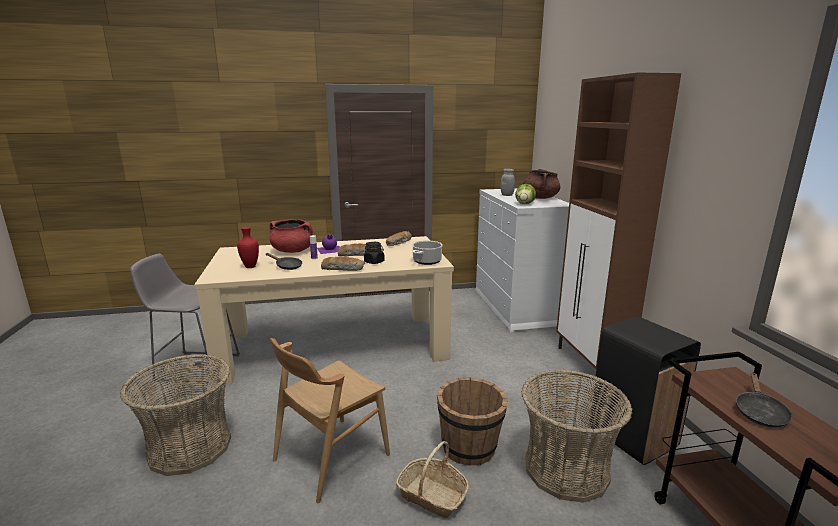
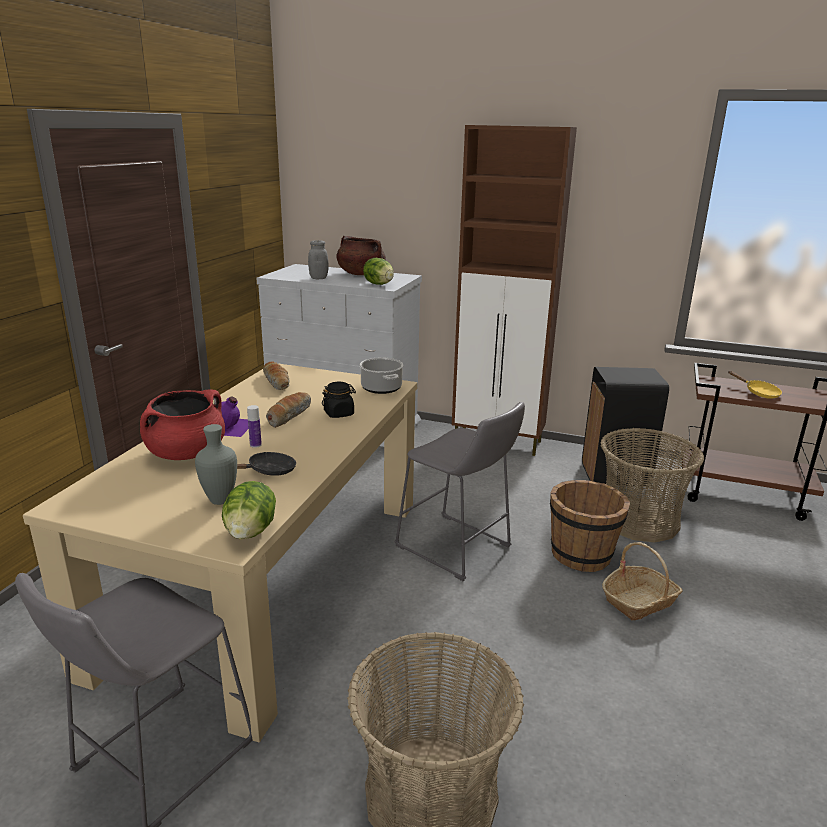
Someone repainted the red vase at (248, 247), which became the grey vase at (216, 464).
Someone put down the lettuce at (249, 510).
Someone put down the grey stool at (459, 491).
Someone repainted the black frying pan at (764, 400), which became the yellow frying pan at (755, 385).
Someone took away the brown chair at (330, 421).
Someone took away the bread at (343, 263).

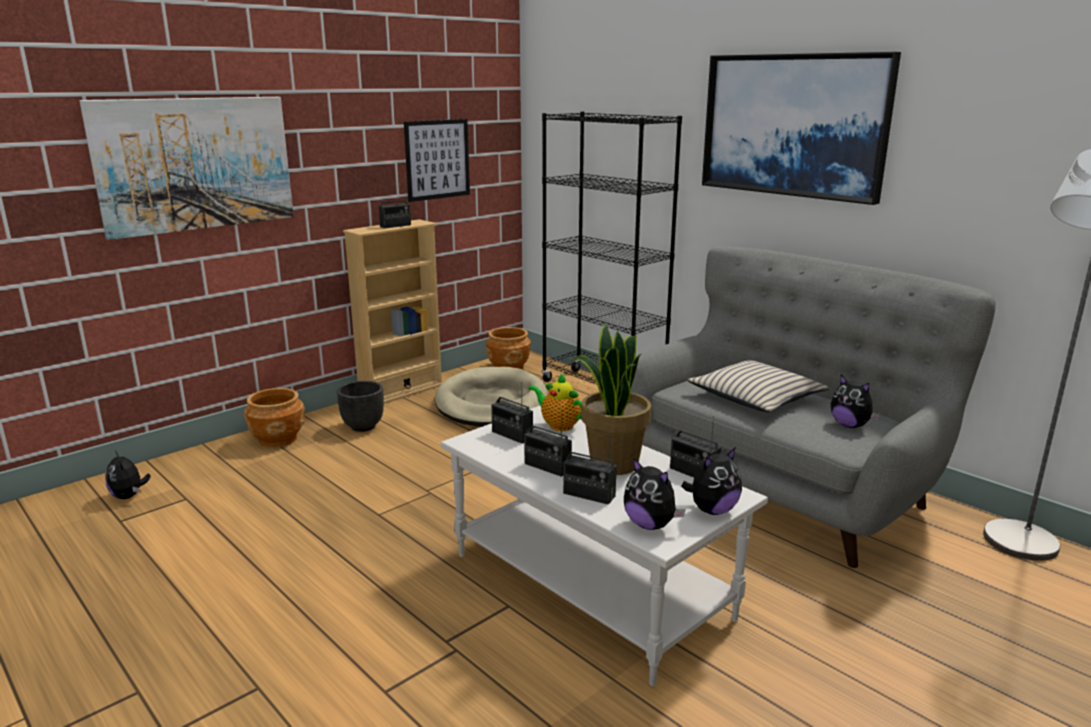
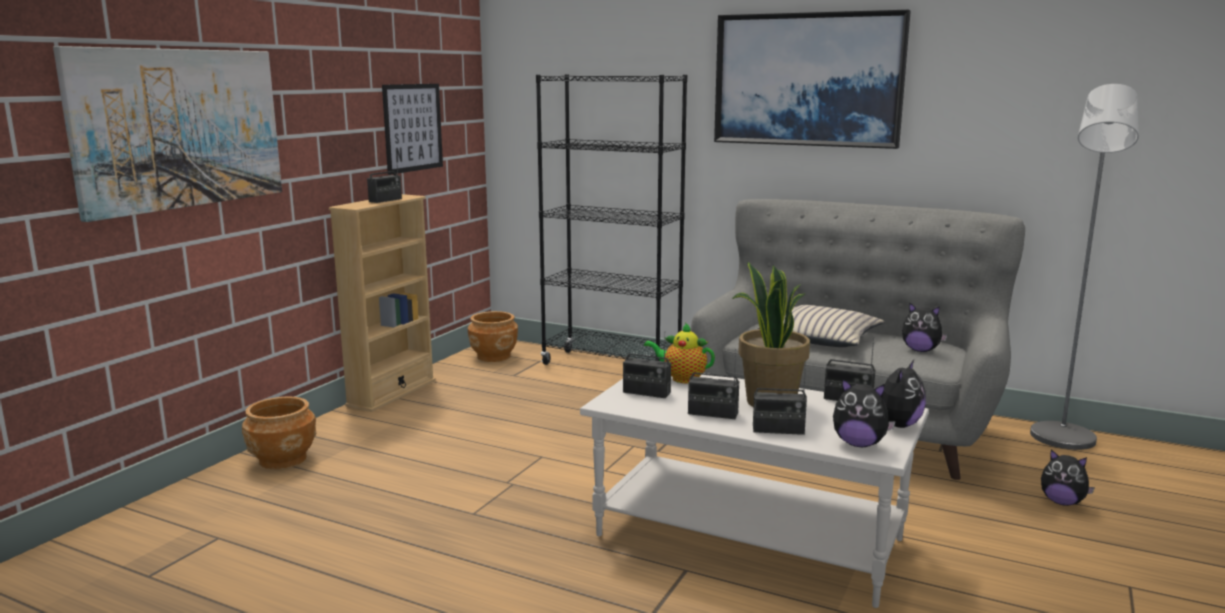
Someone carried the plush toy from (128, 474) to (1068, 477).
Someone took away the black planter at (360, 406).
Someone took away the beige dog bed at (491, 397).

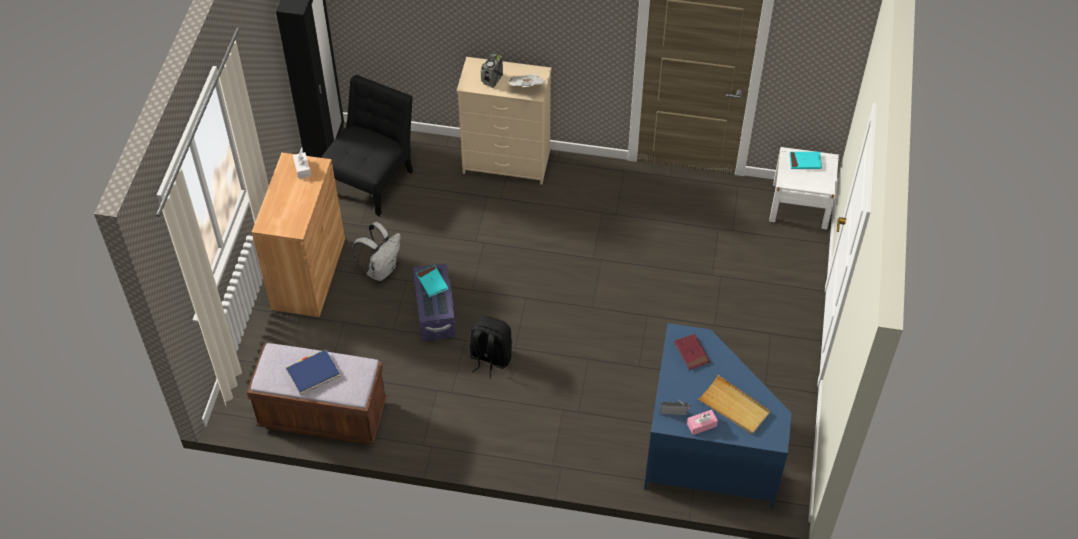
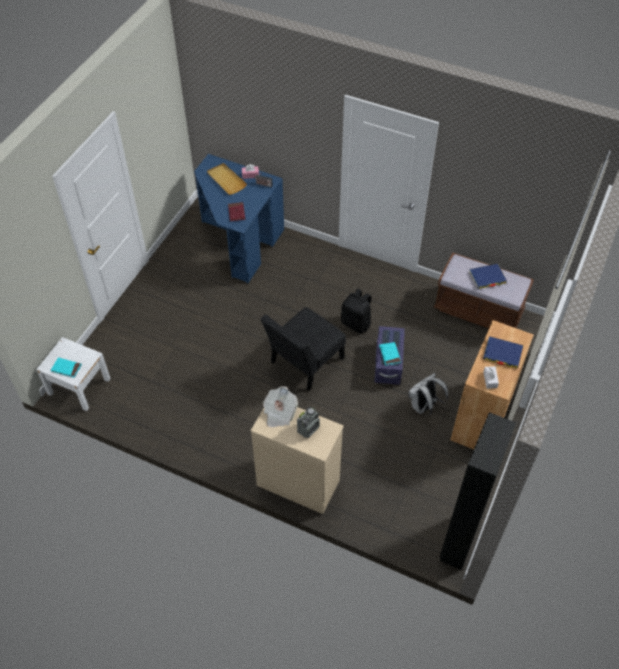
Someone carried the black chair from (367, 145) to (303, 349).
Someone put down the blue book at (503, 352).

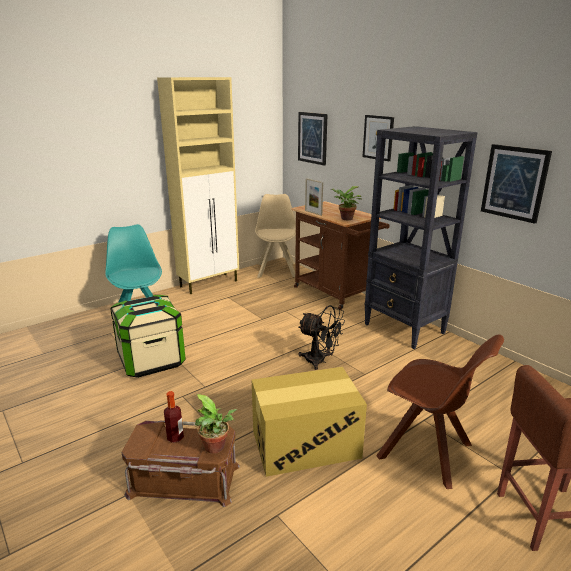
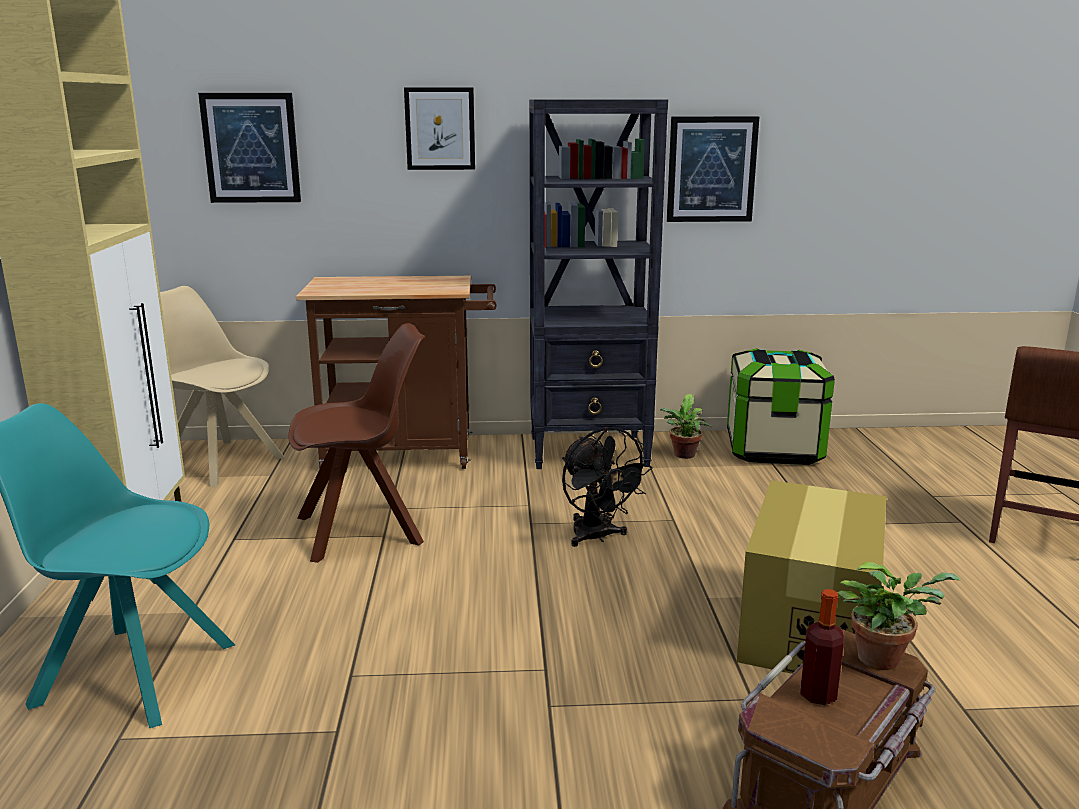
Someone carried the brown chair from (440, 412) to (357, 443).
Someone rotated the black fan at (321, 337) by 90 degrees clockwise.
Someone carried the potted plant from (347, 203) to (686, 426).
Someone carried the storage box from (148, 336) to (781, 406).
Someone took away the picture frame at (314, 197).

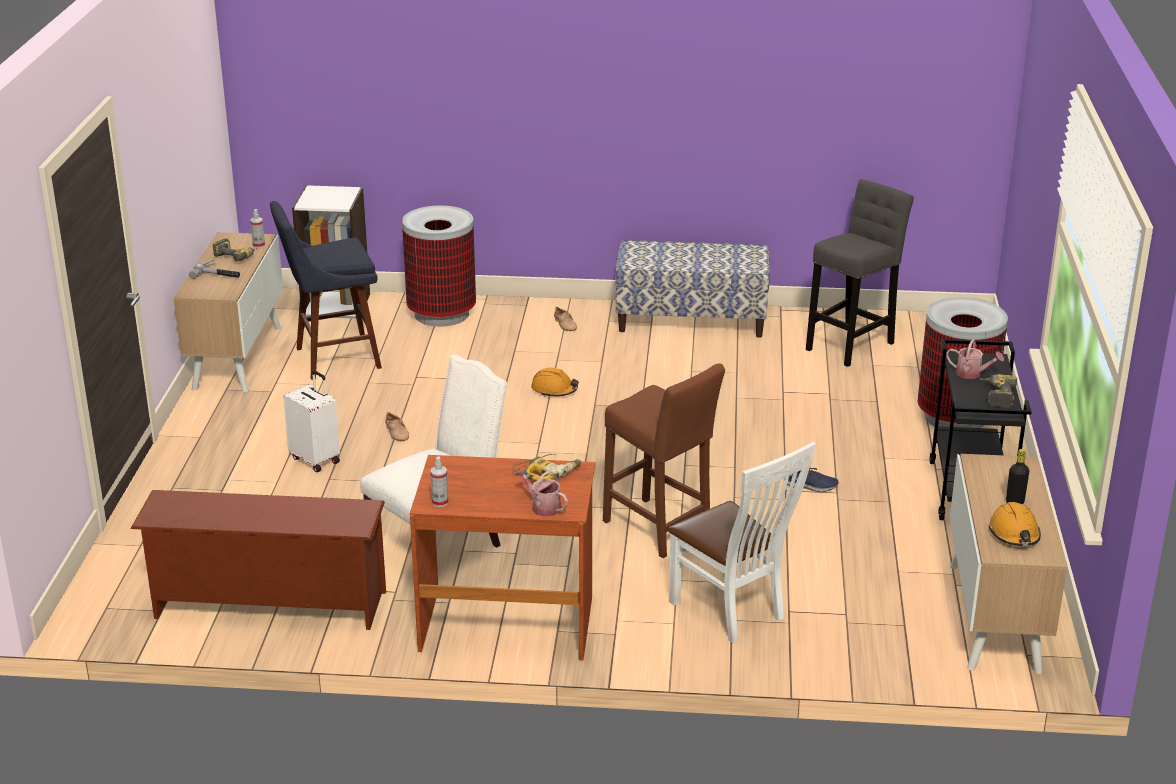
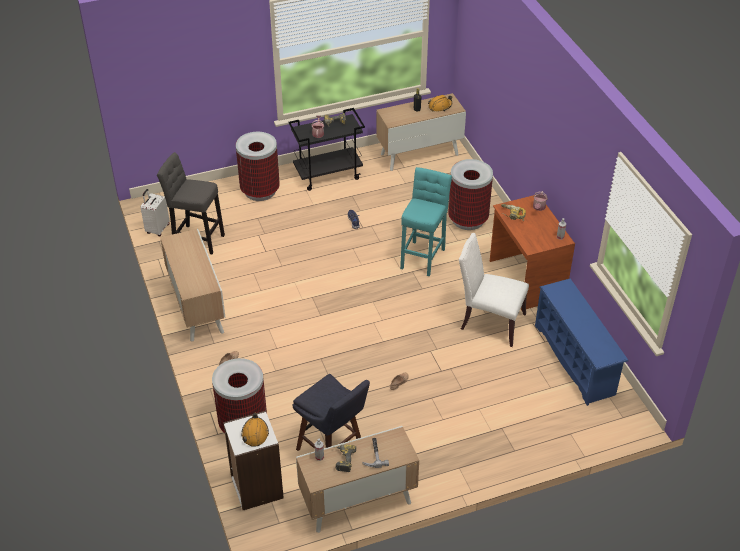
Someone carried the white suitcase from (311, 421) to (155, 212).
Someone swapped the bench at (692, 289) for the cabinet at (193, 285).
Someone carried the orange hard hat from (555, 382) to (255, 429).
Someone repainted the brown stool at (664, 460), which became the turquoise stool at (426, 221).
Someone swapped the white chair at (741, 542) for the trash can at (470, 194).
Someone repainted the brown shoe rack at (258, 560), which became the blue shoe rack at (581, 342).

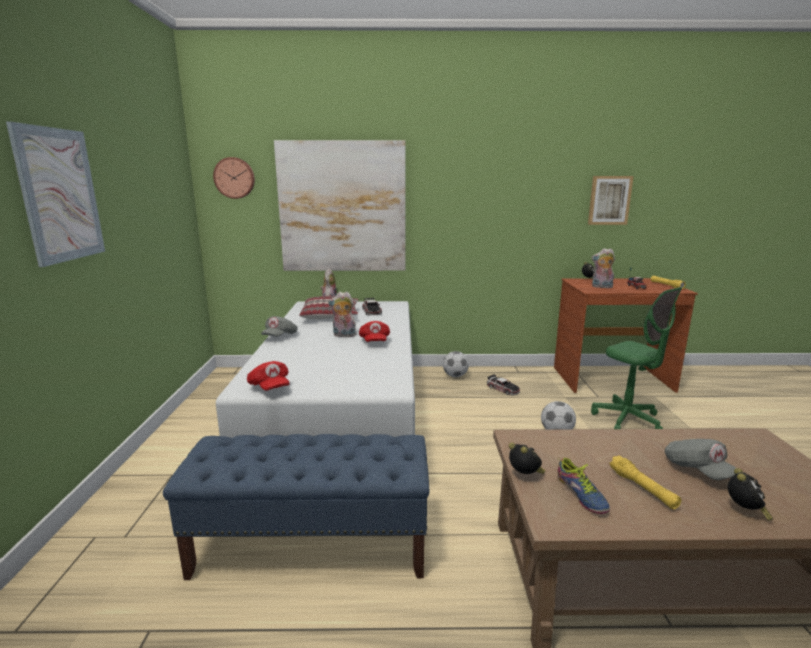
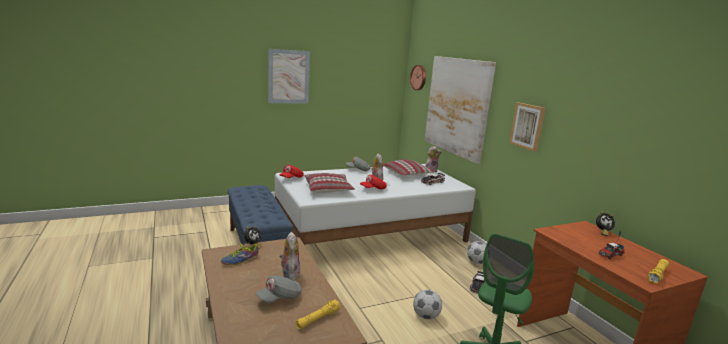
Someone carried the plush toy from (603, 268) to (290, 256).
Someone carried the yellow flashlight from (645, 482) to (318, 314).
Someone put down the pillow at (329, 183).
Someone carried the picture from (611, 200) to (527, 127).
Someone took away the alarm clock at (750, 494).

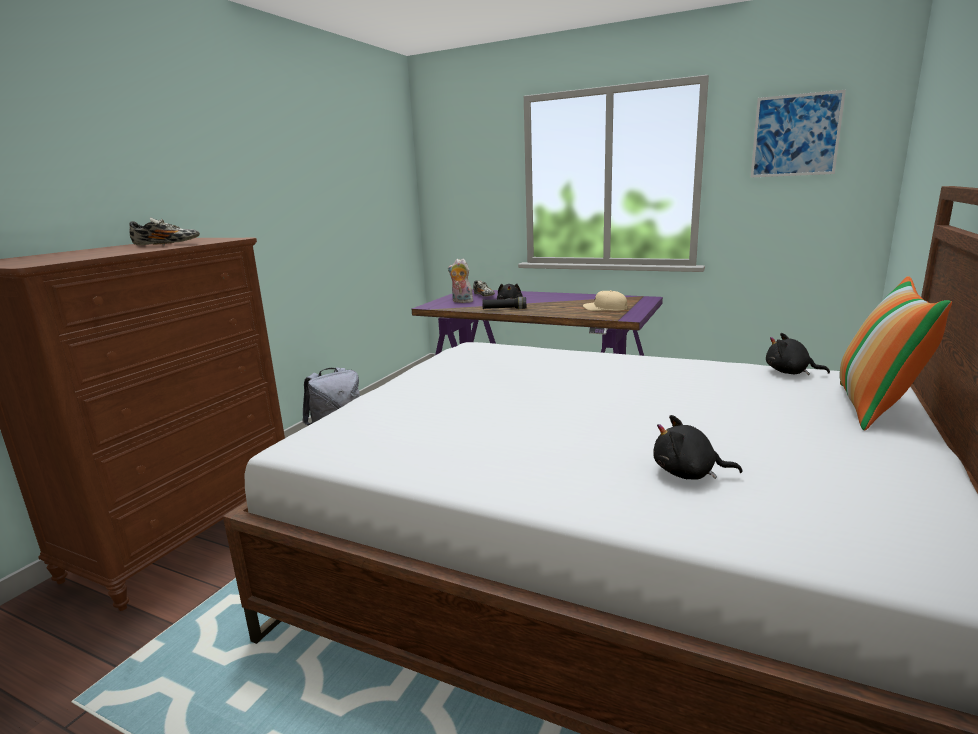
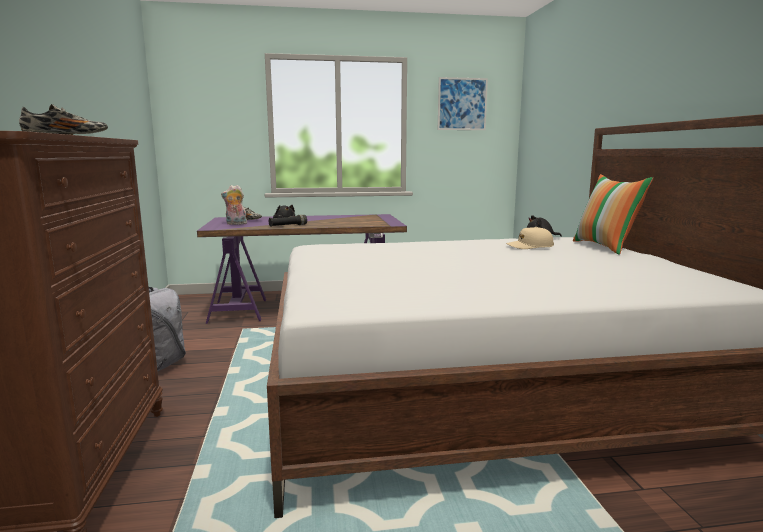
Someone carried the beige cap from (605, 300) to (530, 238).
Someone took away the black plush toy at (697, 447).

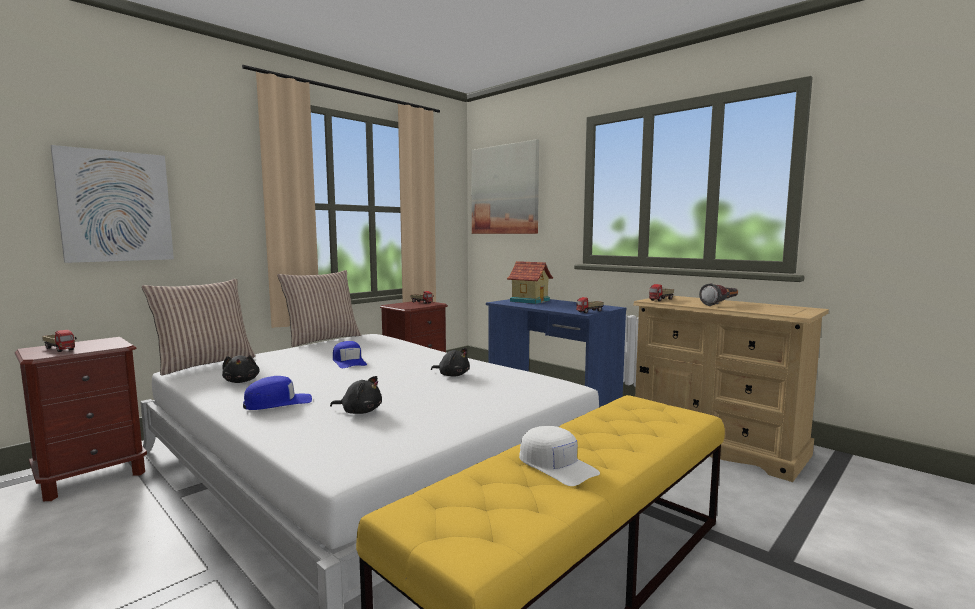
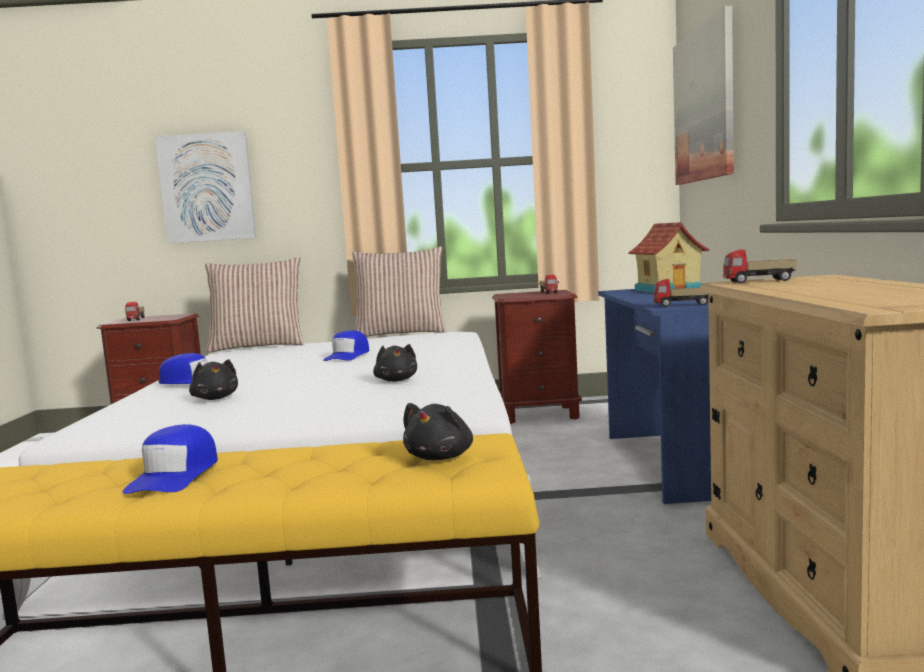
Someone repainted the white cap at (559, 456), which became the blue cap at (170, 459).
Someone carried the black plush toy from (241, 369) to (438, 431).
Someone took away the flashlight at (718, 294).

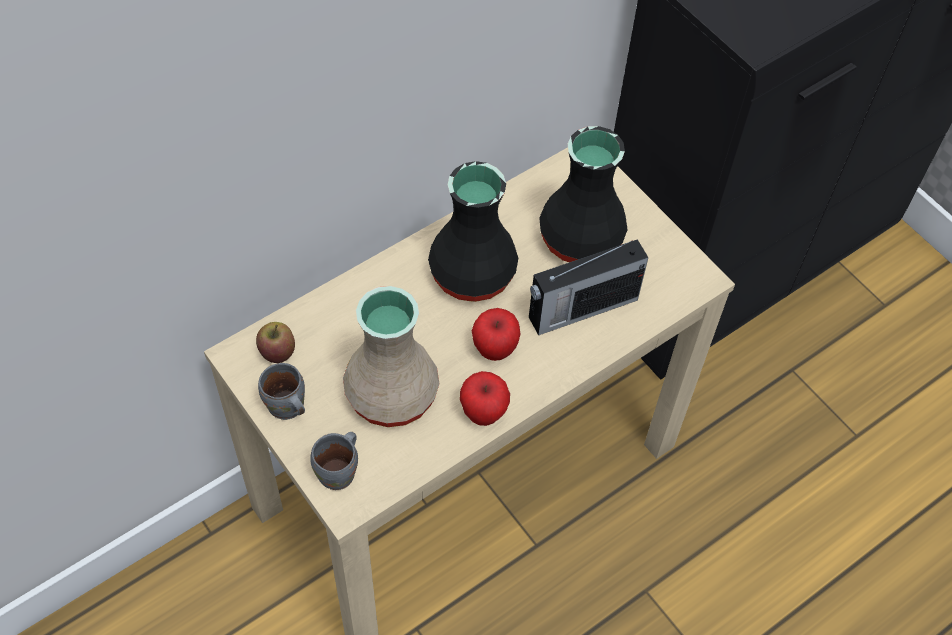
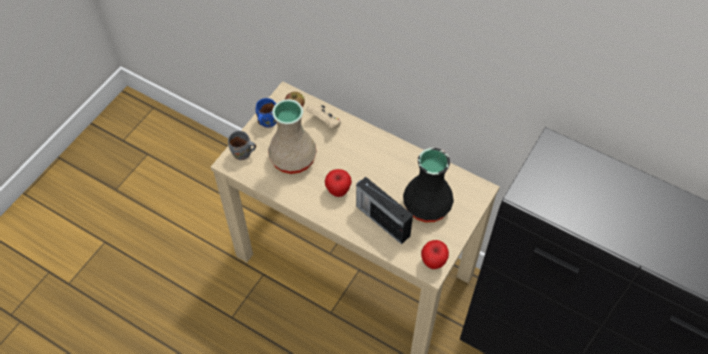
Someone repainted the grey mug at (281, 391), which became the blue mug at (266, 113).
Someone put down the beige game controller at (324, 117).
Someone carried the apple from (485, 398) to (435, 254).
Someone took away the black vase at (473, 231).

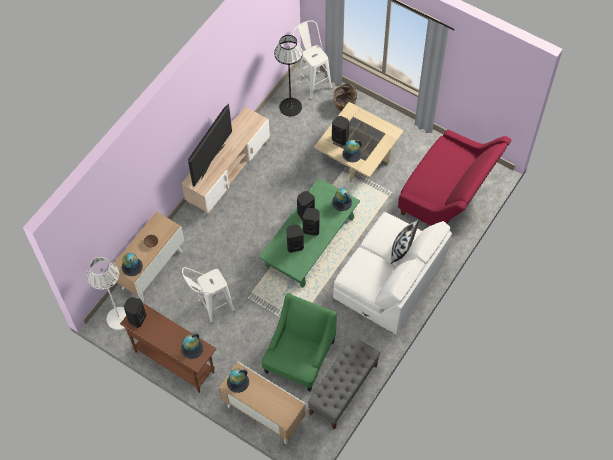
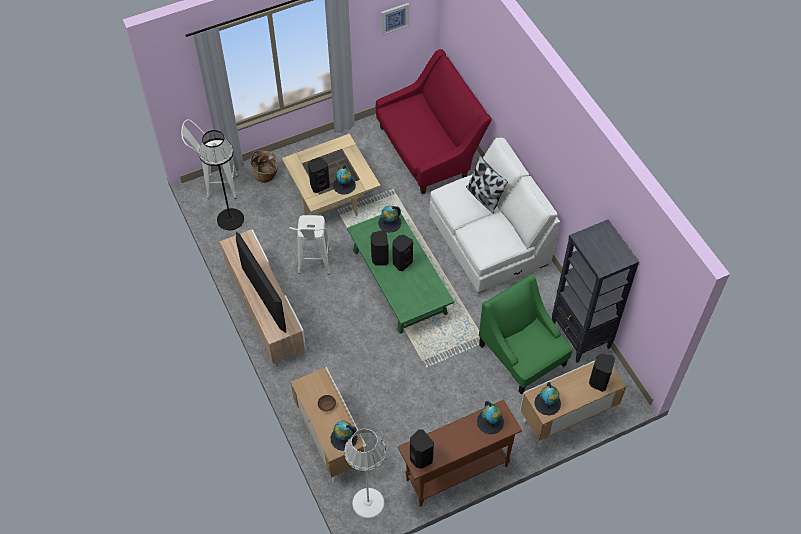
Someone carried the white stool from (208, 295) to (310, 244).
Someone put up the picture at (395, 19).
Someone swapped the grey bench at (343, 383) for the black bookcase at (595, 291).
Someone carried the black speaker from (295, 238) to (602, 373).

